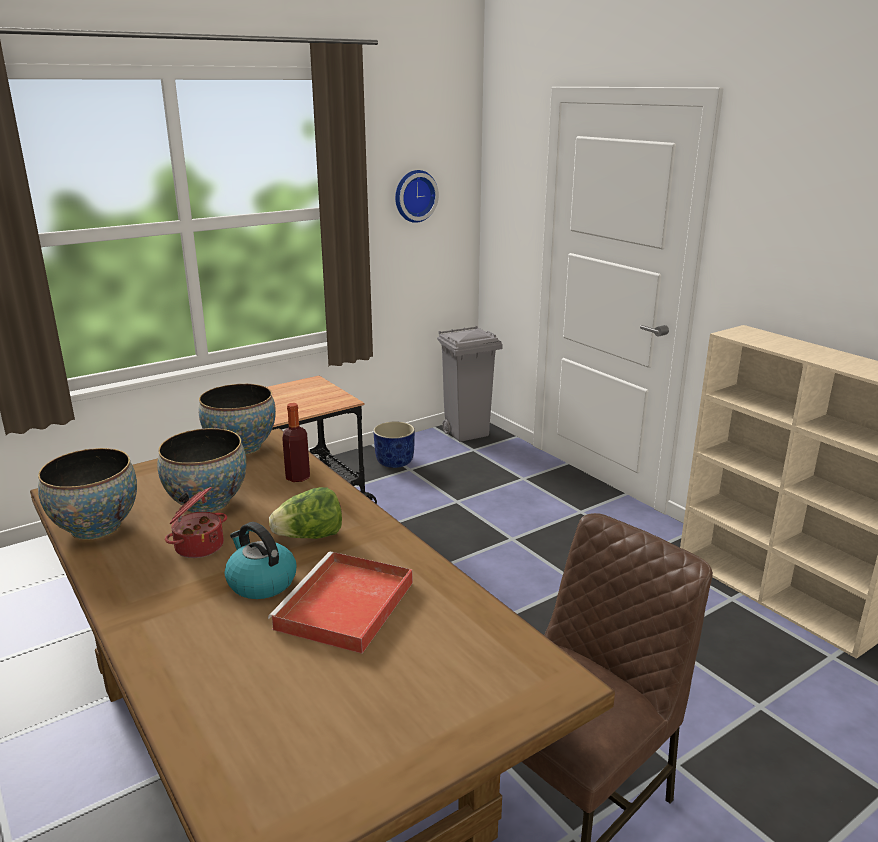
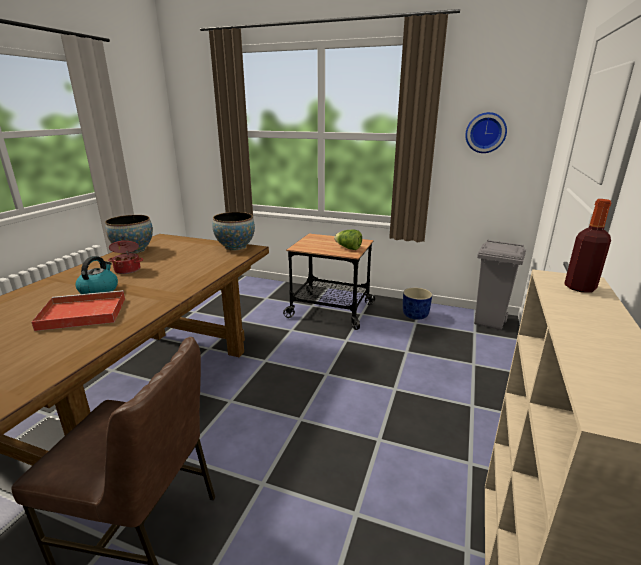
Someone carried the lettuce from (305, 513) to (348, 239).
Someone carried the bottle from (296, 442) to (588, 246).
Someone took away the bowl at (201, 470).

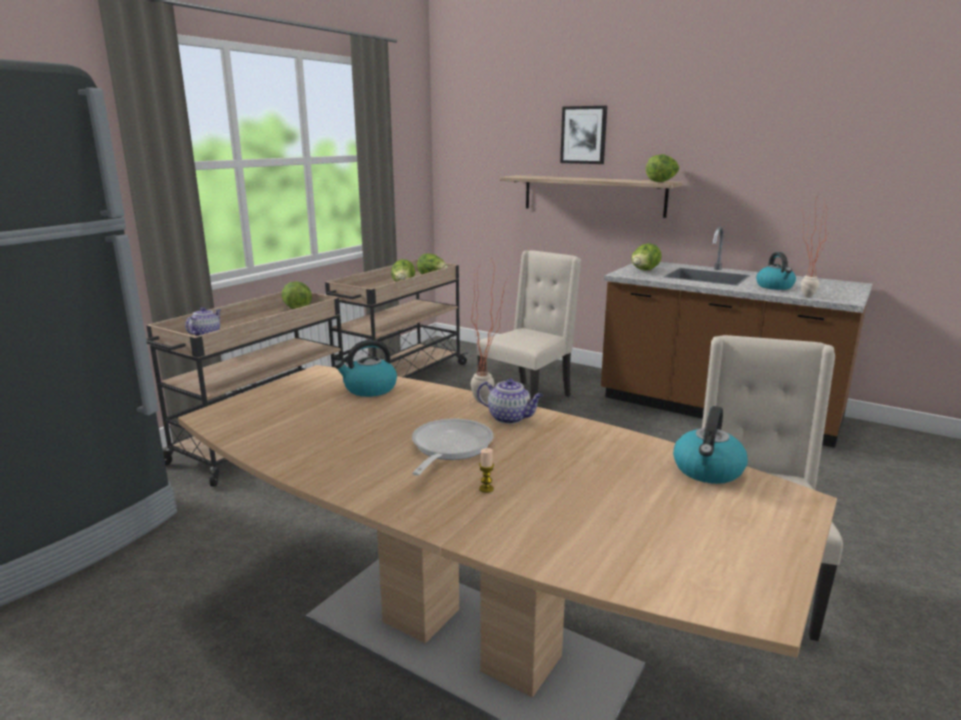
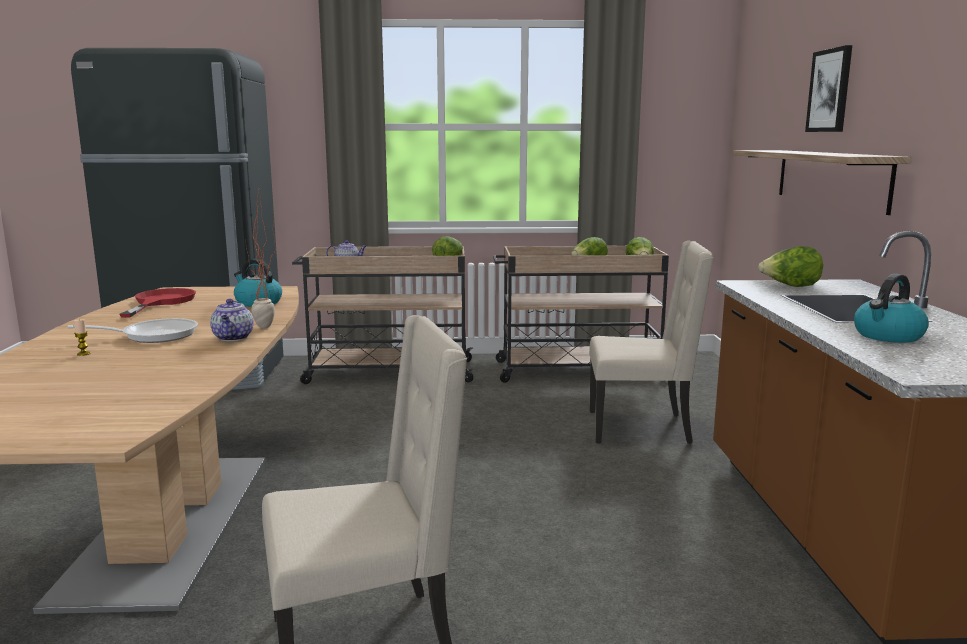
Someone put down the red frying pan at (158, 303).
Someone took away the lettuce at (663, 168).
Someone took away the kettle at (710, 445).
Someone took away the potted plant at (814, 245).

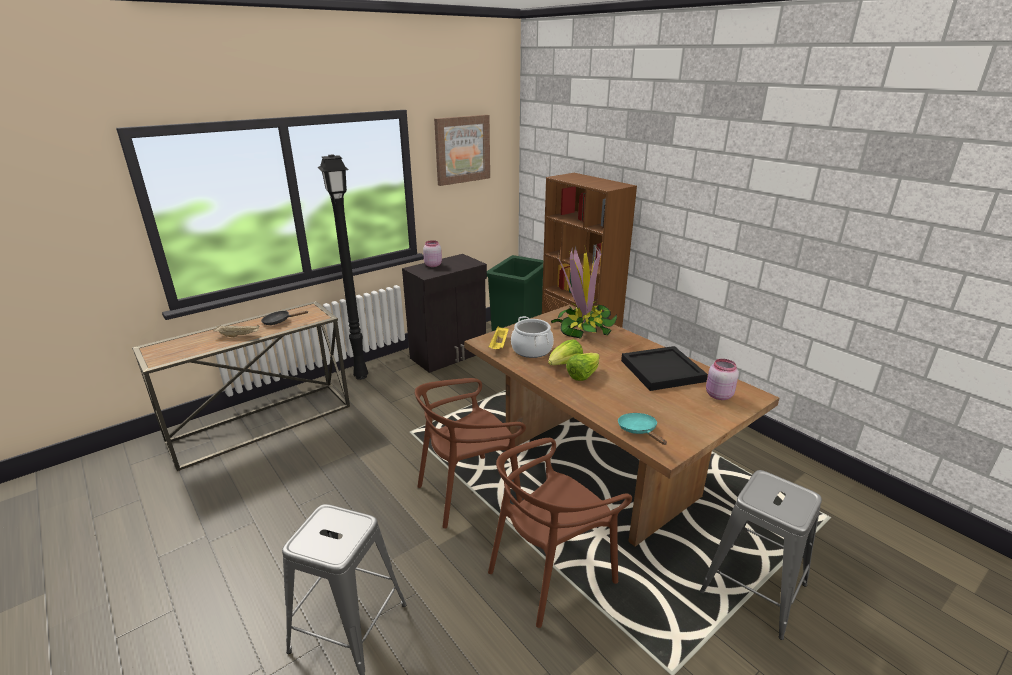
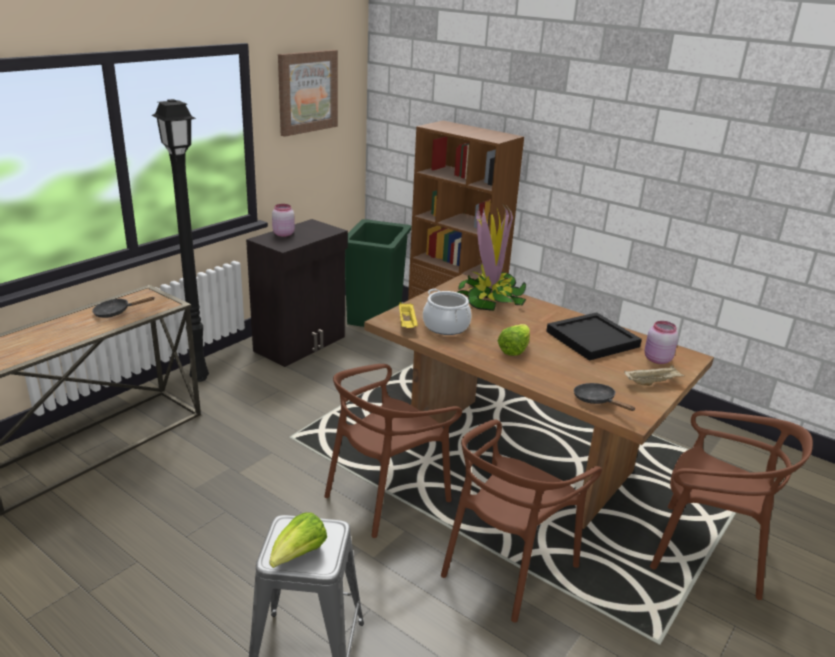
Someone carried the lettuce from (565, 352) to (298, 540).
Someone repainted the turquoise frying pan at (642, 429), which became the black frying pan at (604, 397).
Someone carried the beige tray from (236, 330) to (654, 375).
Someone swapped the grey stool at (761, 555) for the brown chair at (731, 505).

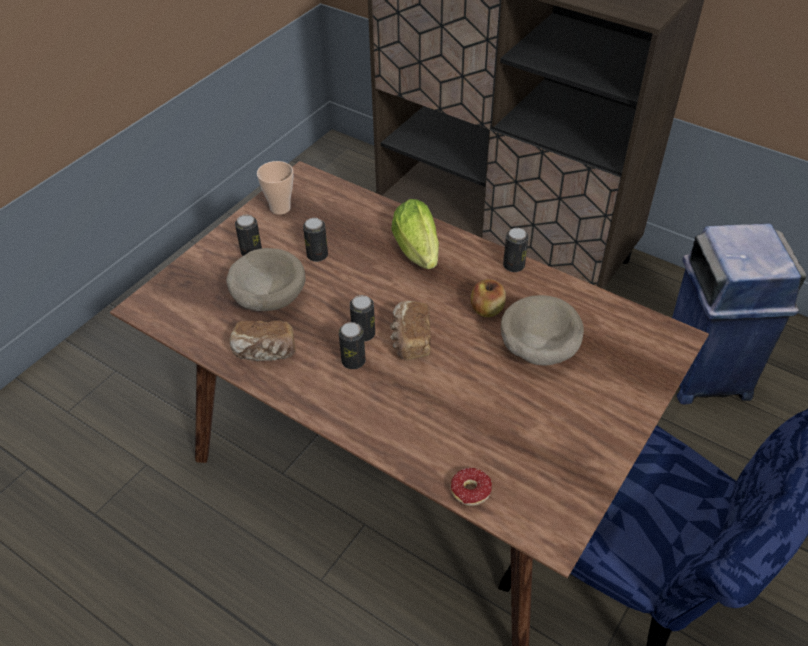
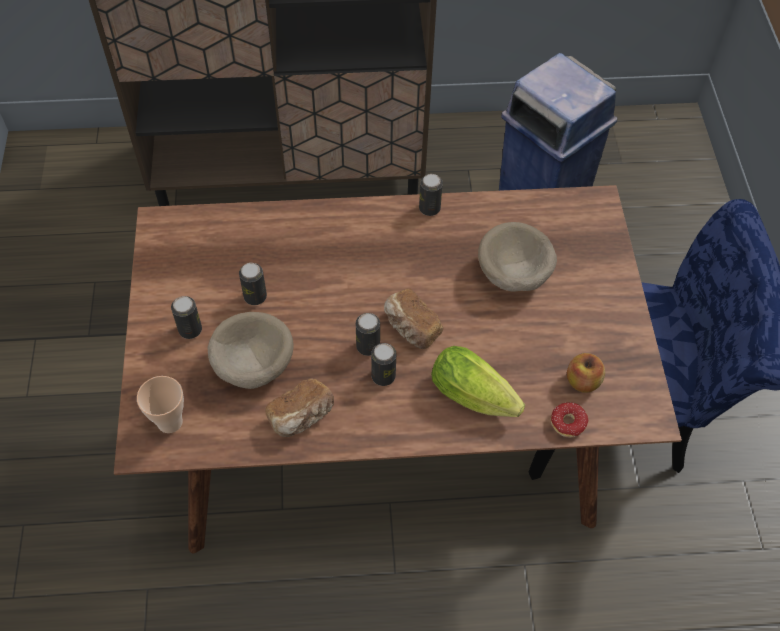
Someone carried the cup from (275, 188) to (160, 404).
Someone carried the lettuce from (415, 234) to (478, 381).
Someone carried the apple from (488, 298) to (586, 373).

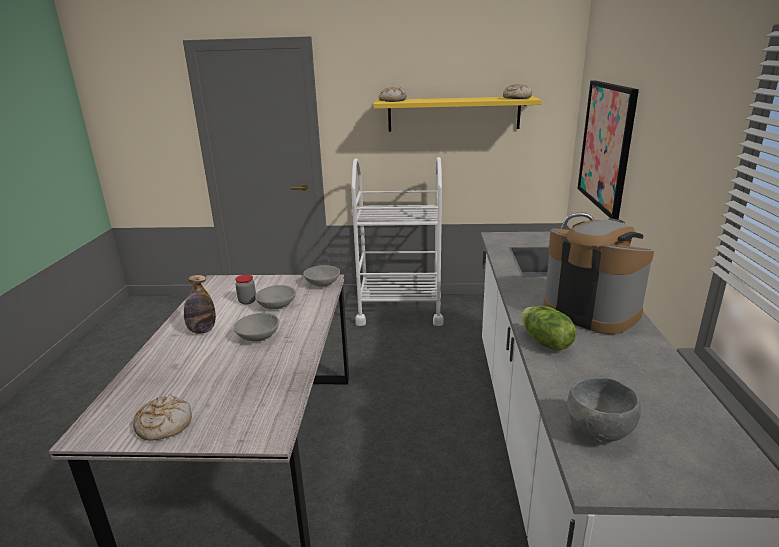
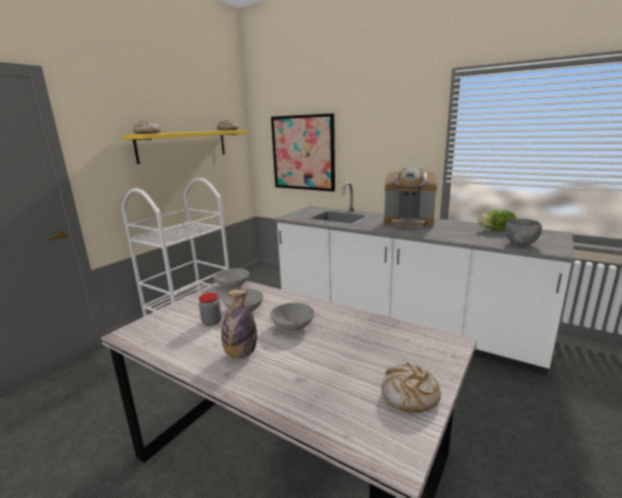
Someone rotated the coffee machine at (598, 276) by 150 degrees counterclockwise.
Someone carried the lettuce from (548, 328) to (497, 219).

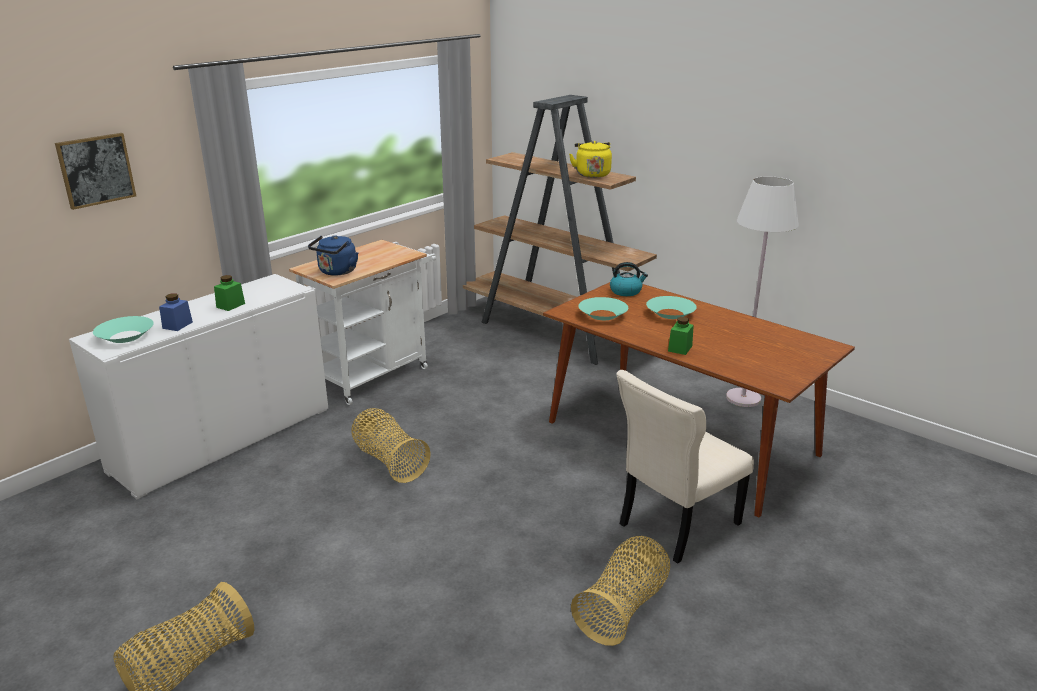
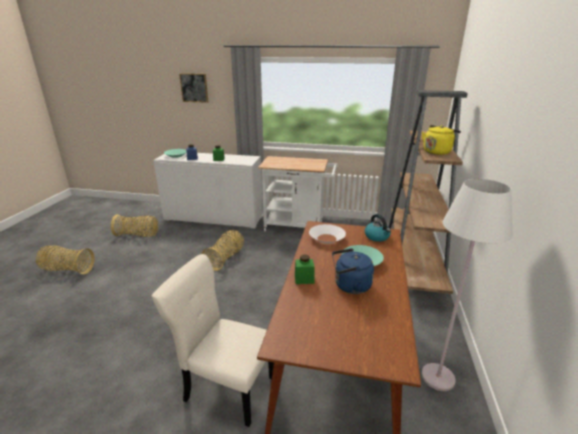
Someone carried the basket from (620, 591) to (134, 225).
Someone repainted the turquoise bowl at (603, 308), which became the white bowl at (327, 233).
Someone carried the blue kettle from (333, 255) to (353, 271).

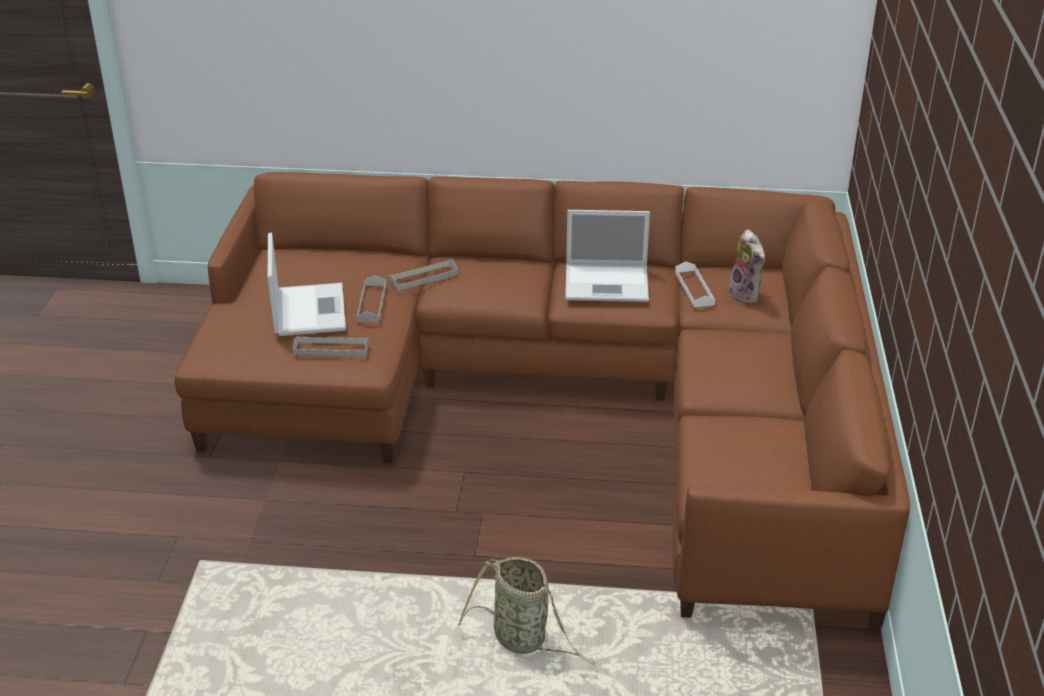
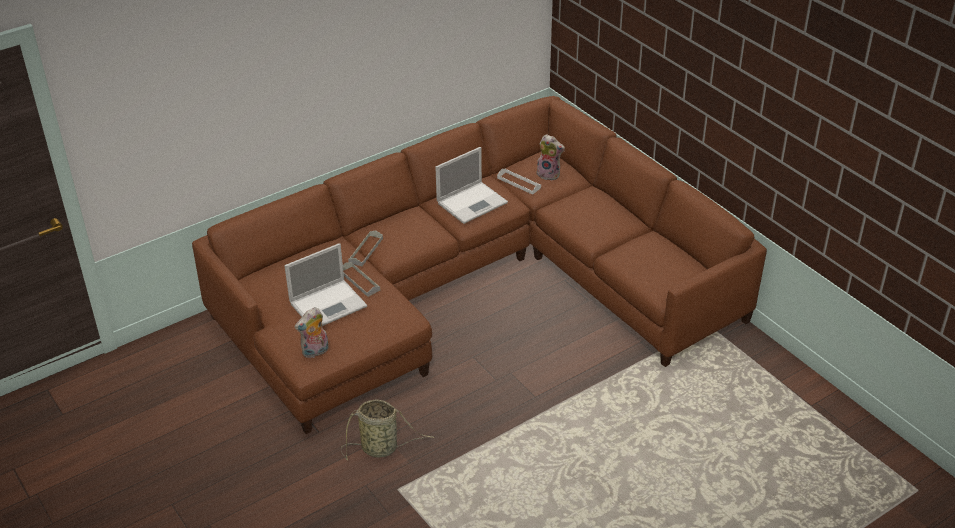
Someone rotated the laptop at (307, 284) by 105 degrees clockwise.
Someone put down the plush toy at (312, 332).
Someone carried the basket from (527, 611) to (388, 430).
Someone took away the grey tray at (331, 346).

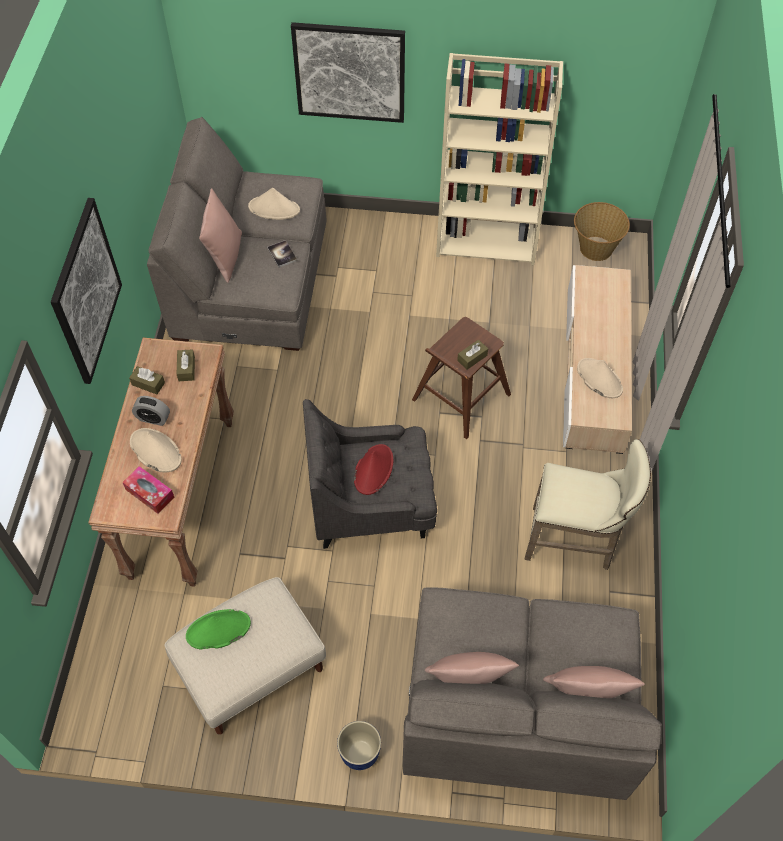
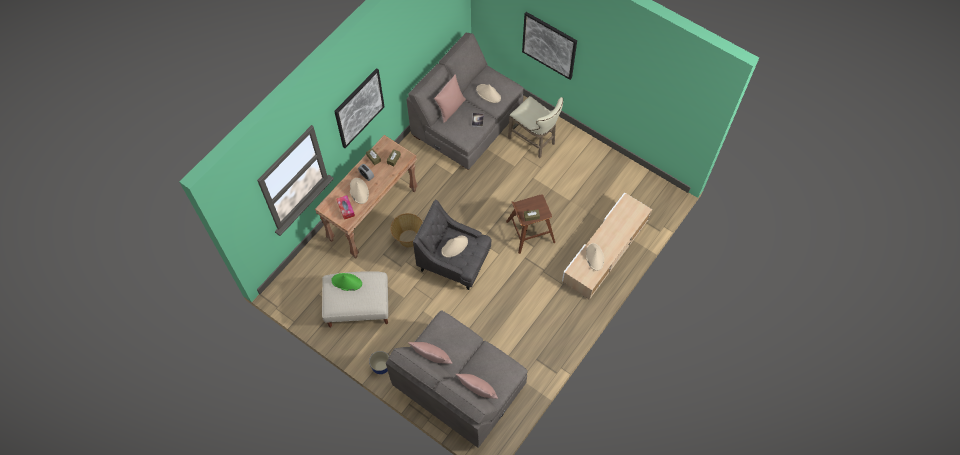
Someone carried the basket from (602, 231) to (407, 230).
Someone repainted the red hat at (373, 469), which became the beige hat at (454, 246).
Someone carried the beige stool from (587, 504) to (535, 127).
Someone took away the beige bookcase at (499, 159).

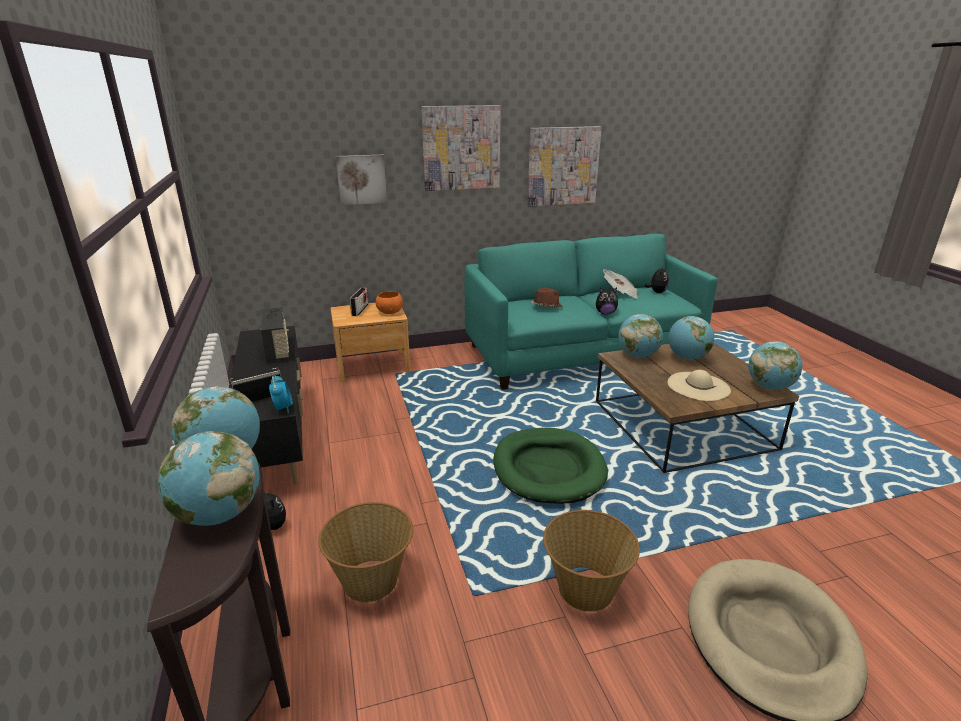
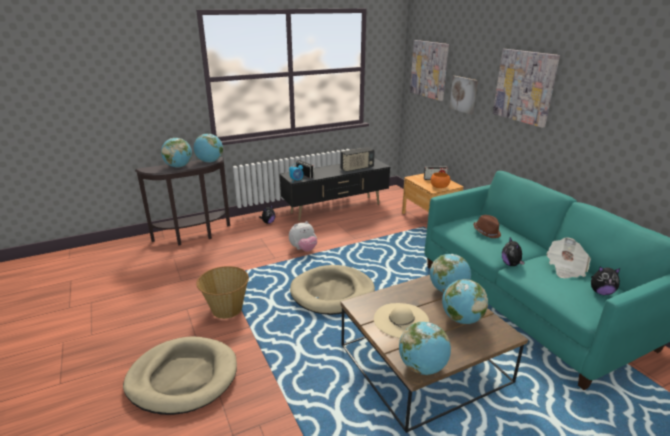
Someone put down the plush toy at (303, 236).
Someone repainted the green dog bed at (551, 466), which became the beige dog bed at (332, 290).
Someone carried the picture from (565, 166) to (429, 70).
Someone took away the basket at (365, 552).

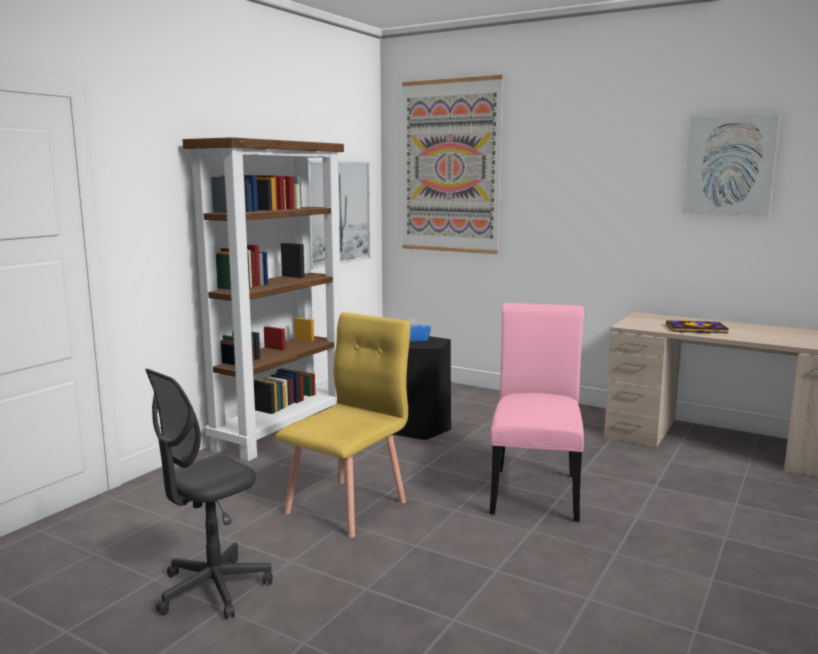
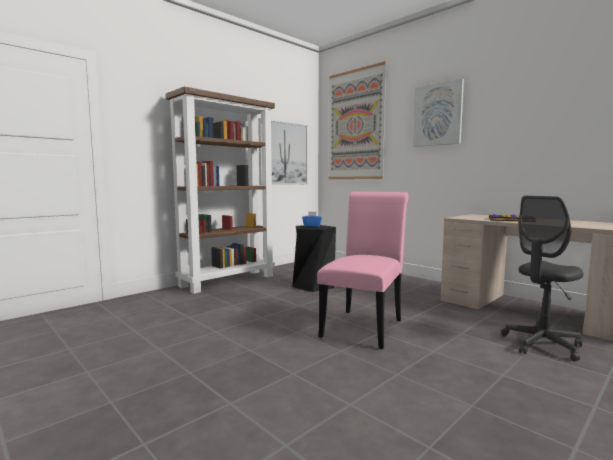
Someone carried the picture from (731, 165) to (438, 113).
Someone carried the grey office chair from (209, 494) to (542, 278).
Someone took away the yellow chair at (343, 425).

